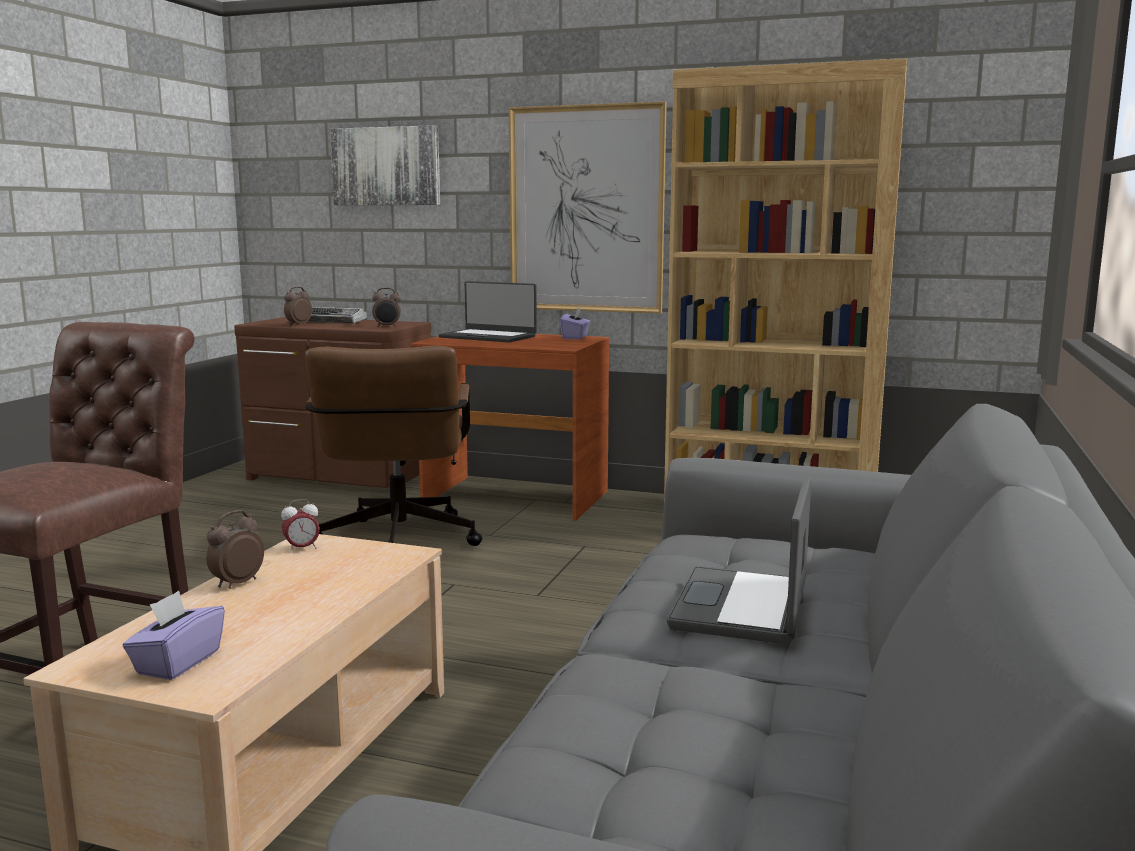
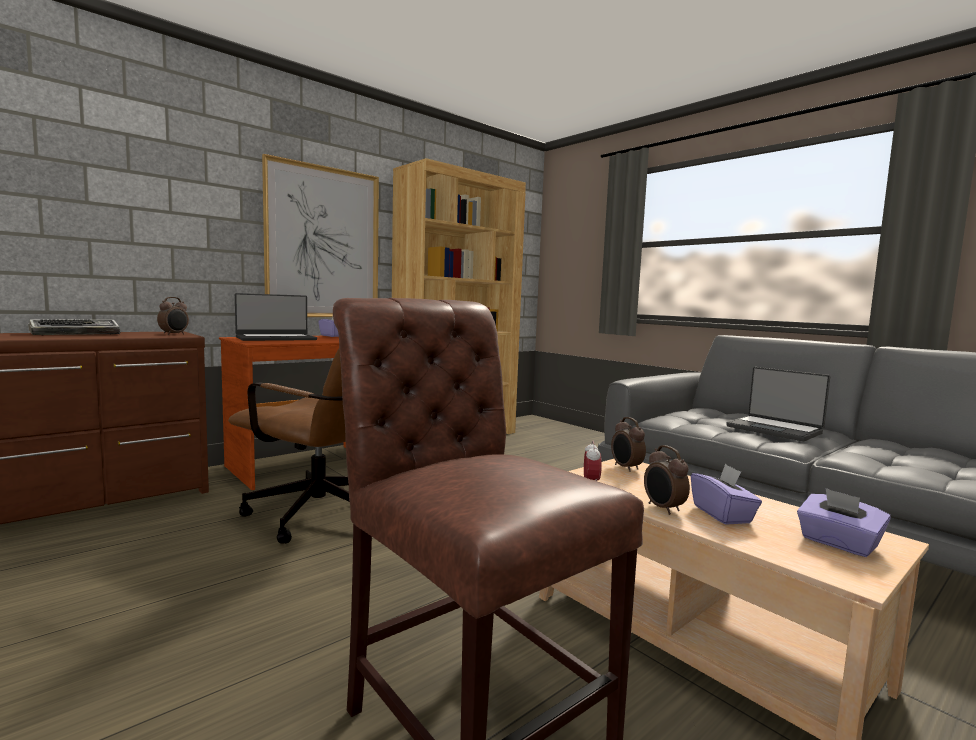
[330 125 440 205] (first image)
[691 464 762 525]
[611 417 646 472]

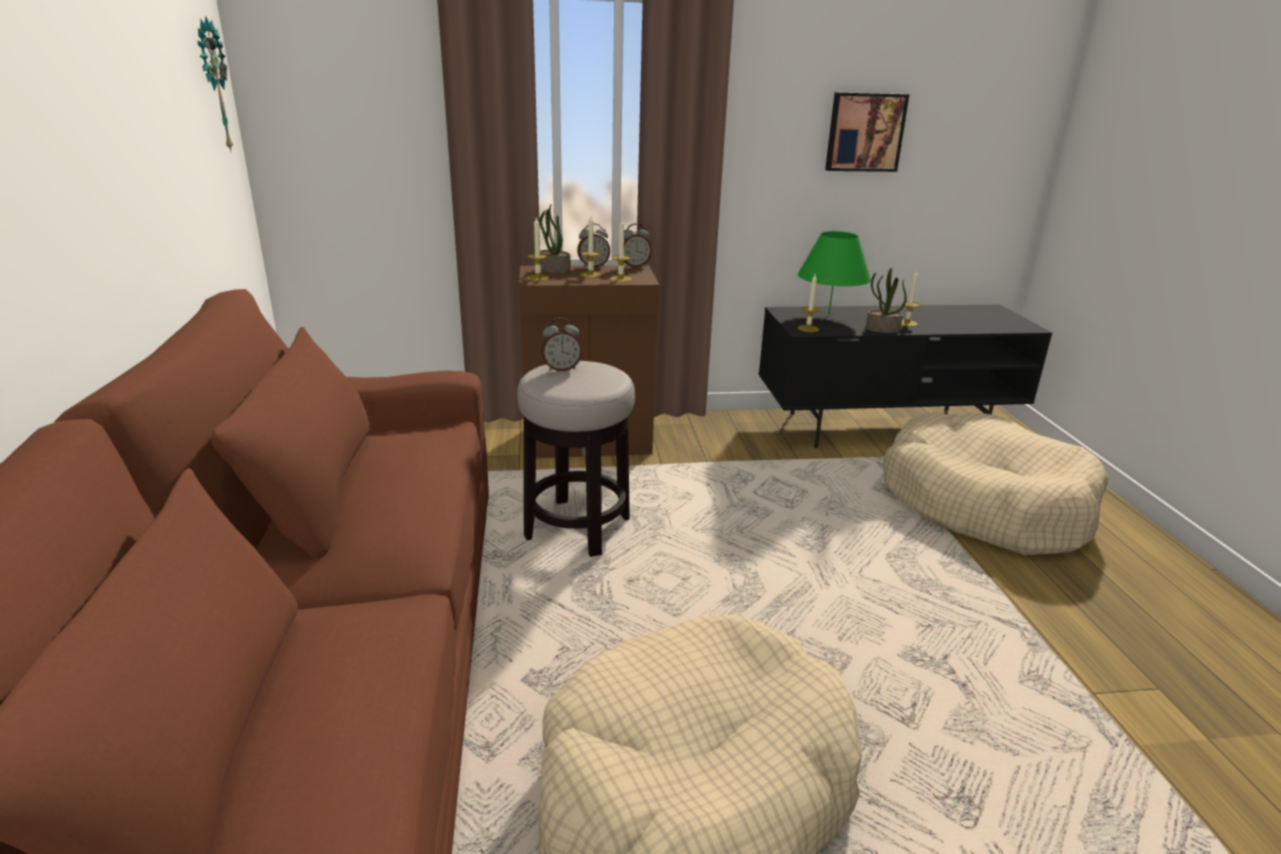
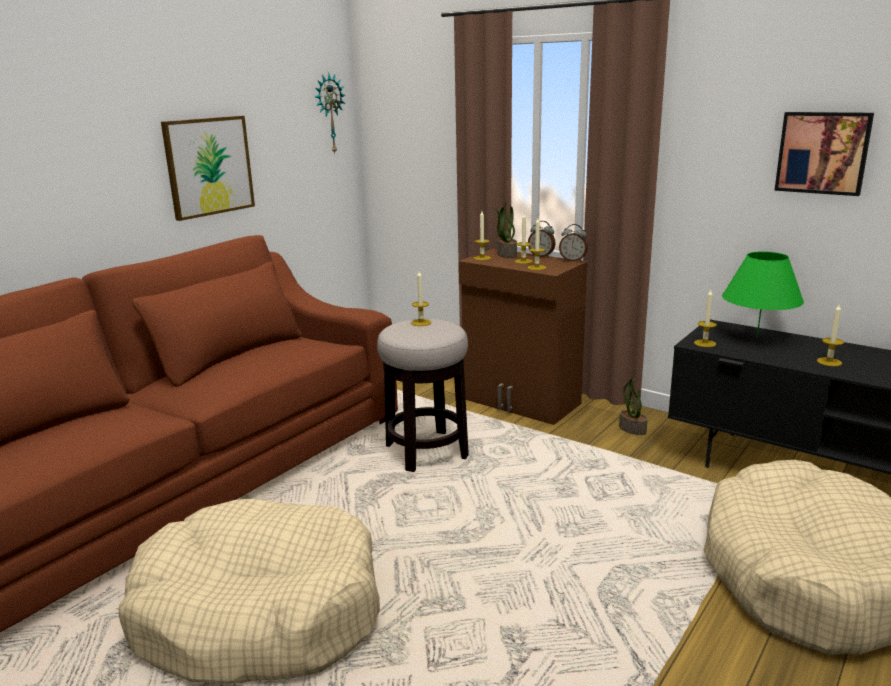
[161 116 255 221]
[619 378 648 435]
[411 271 431 326]

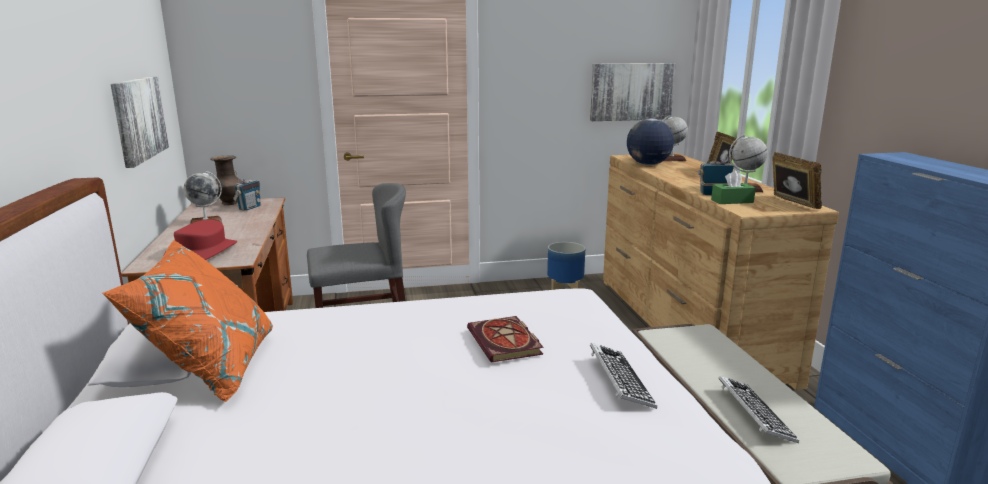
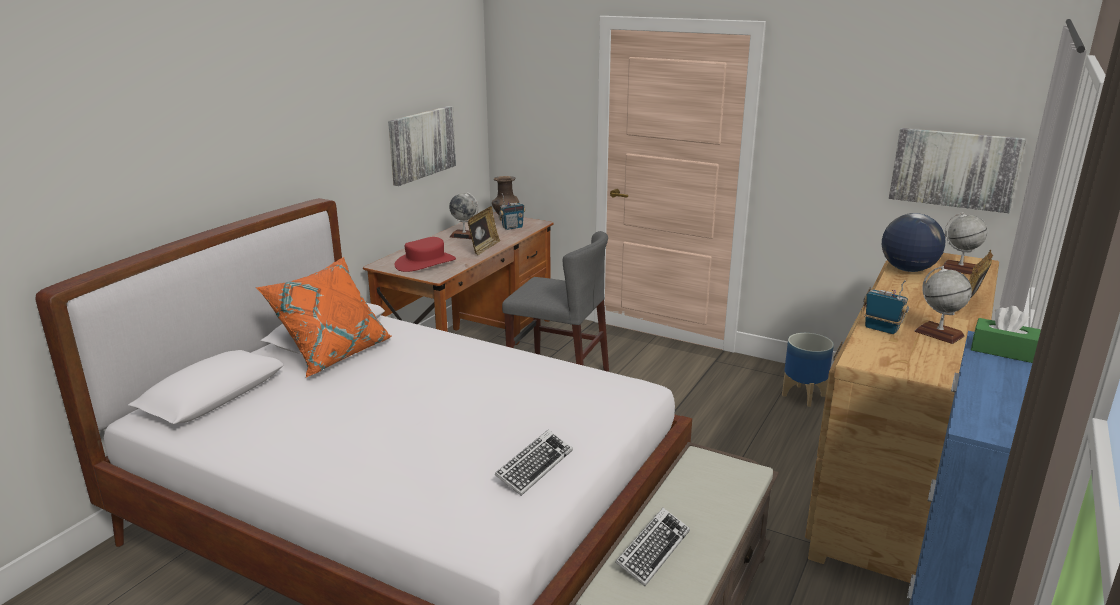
[467 316 543 363] (first image)
[971 306 1041 363]
[468 206 500 255]

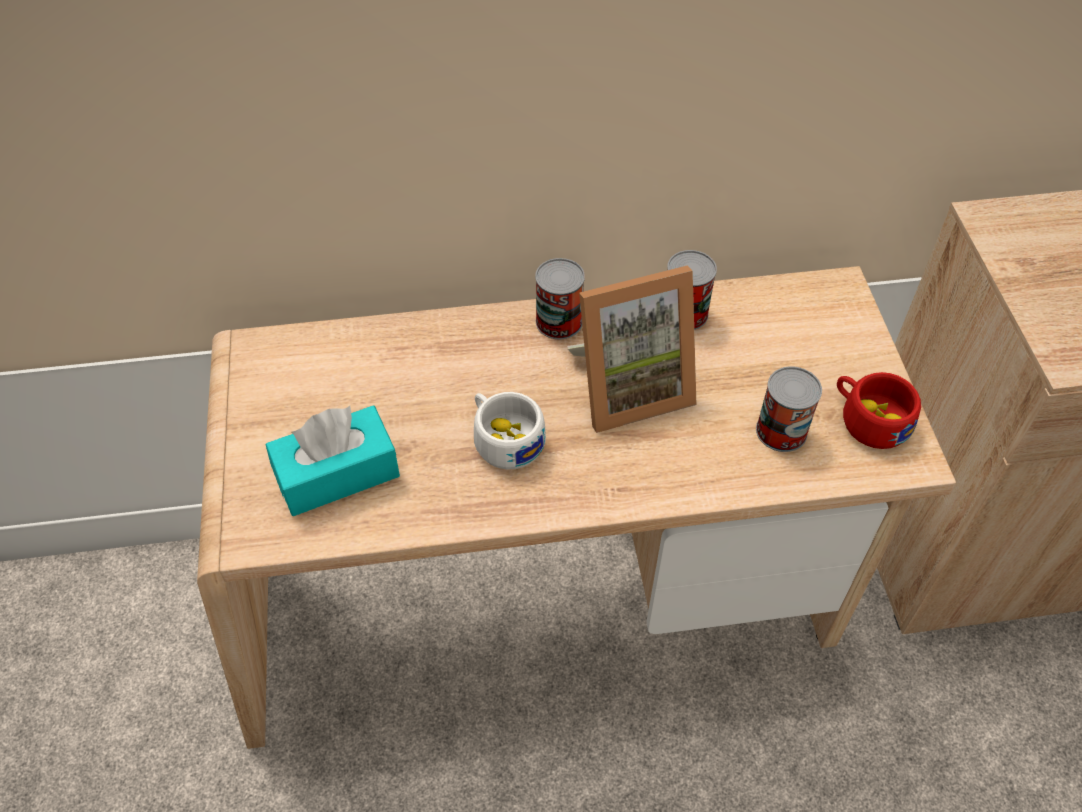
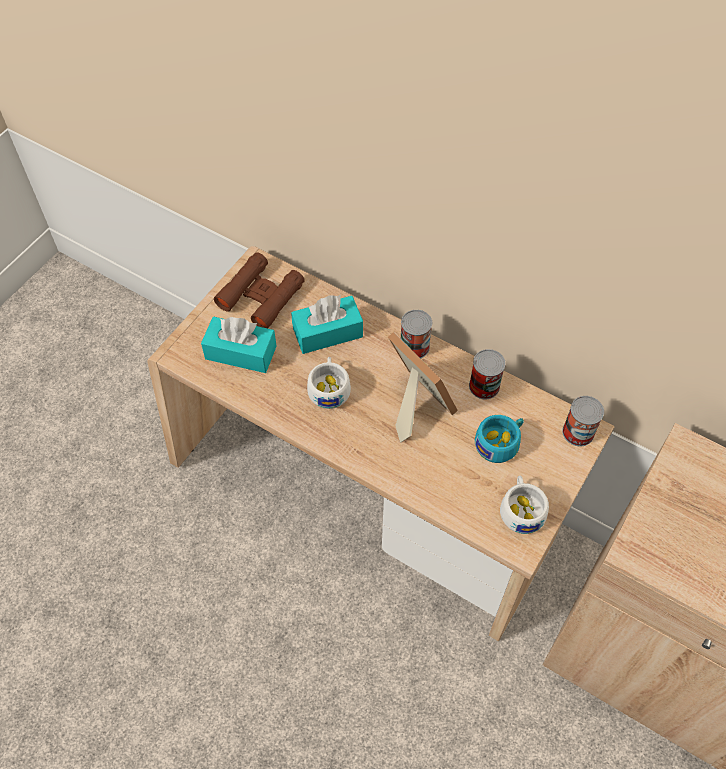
[214 252 305 329]
[291 295 363 354]
[475 415 524 463]
[562 396 604 447]
[500 475 549 534]
[388 332 458 443]

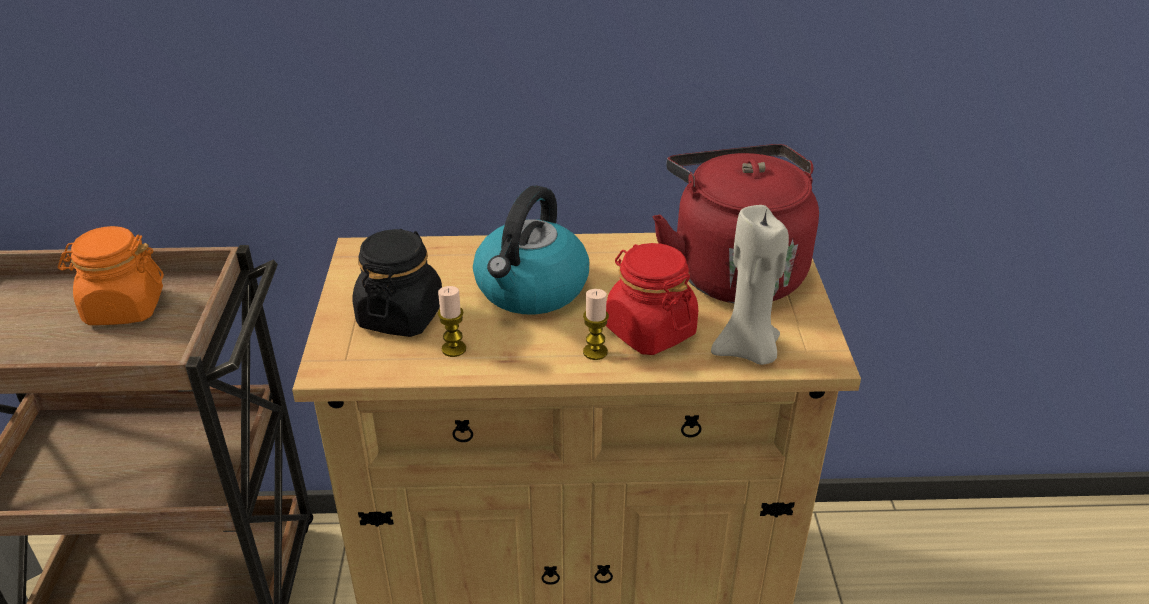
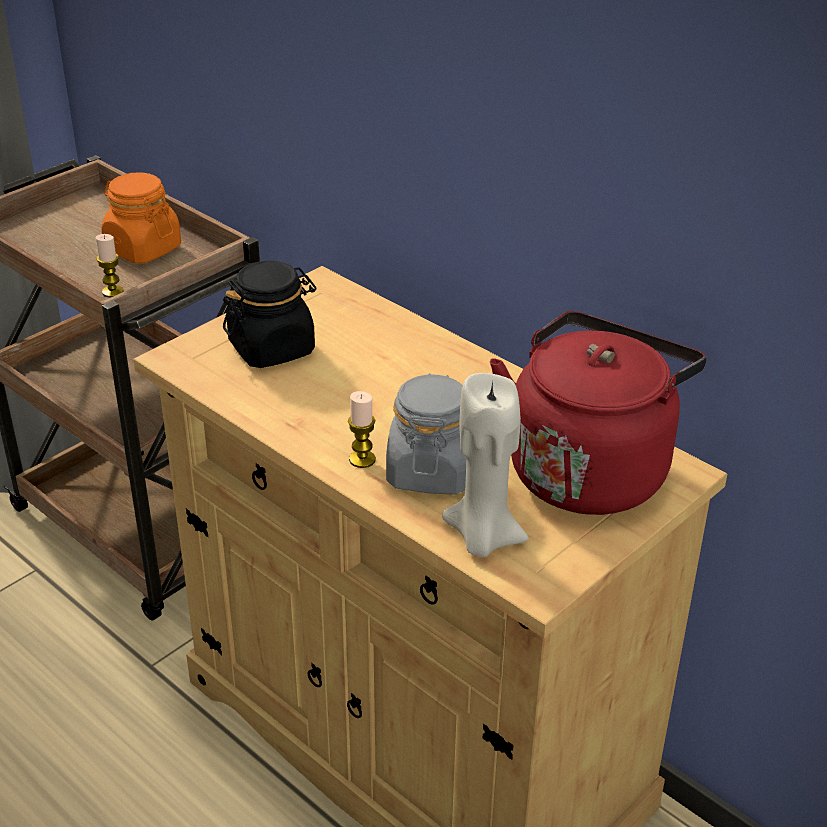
[473 186 589 315] (first image)
[95 234 124 298]
[386 373 466 495]

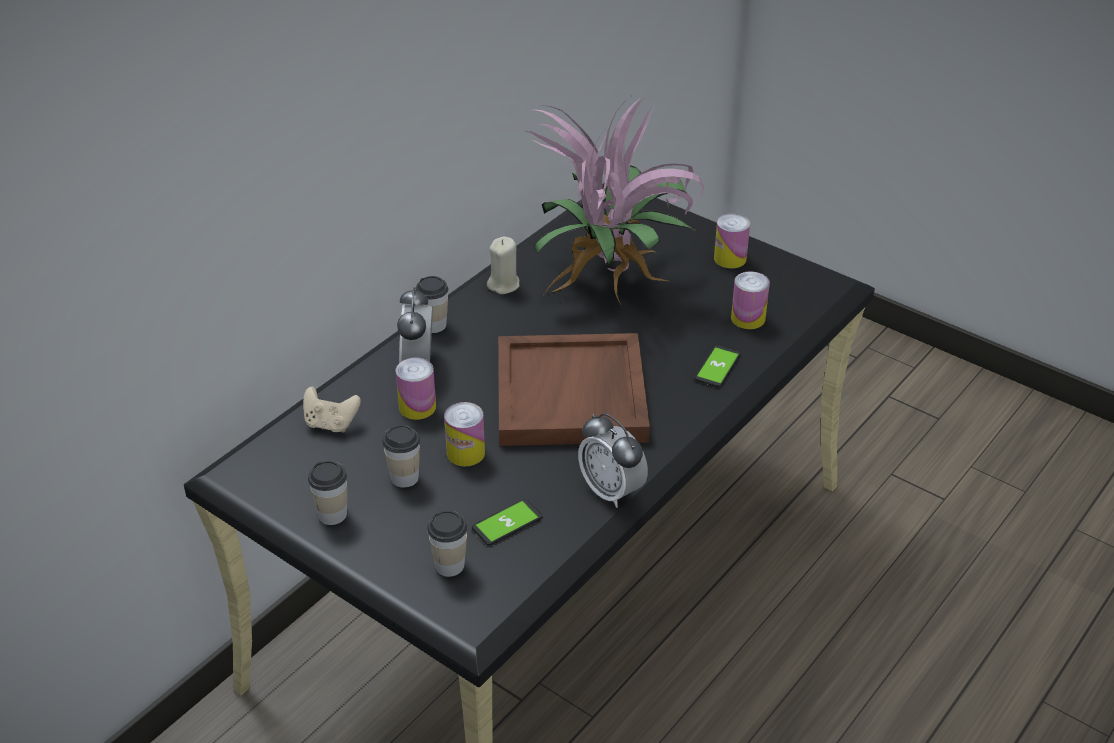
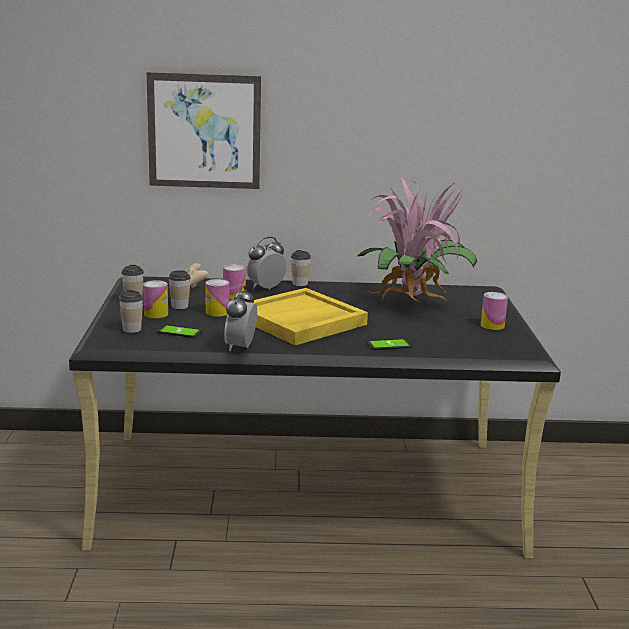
[487 236 520 294] (first image)
[147 72 261 189]
[143 280 168 319]
[254 288 368 345]

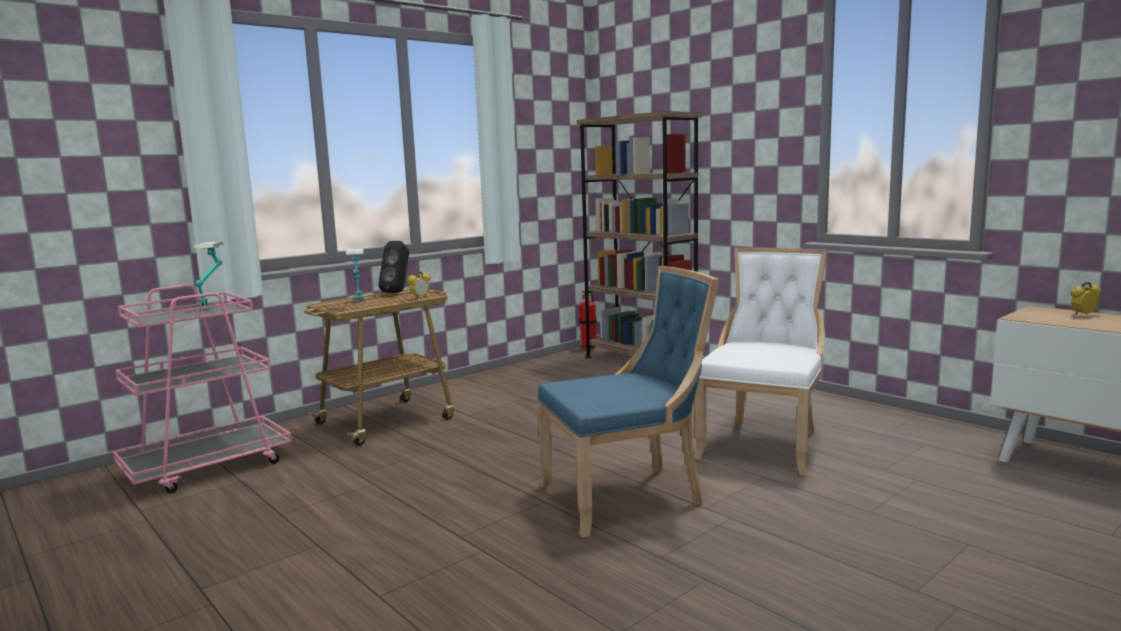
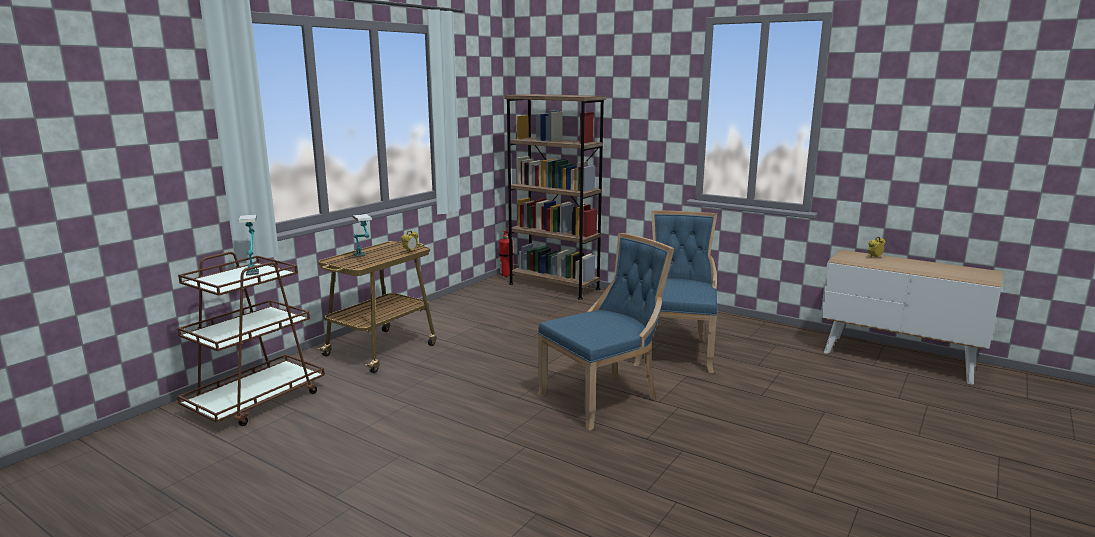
[378 241 409 293] (first image)
[177 252 325 426]
[633 211 717 373]

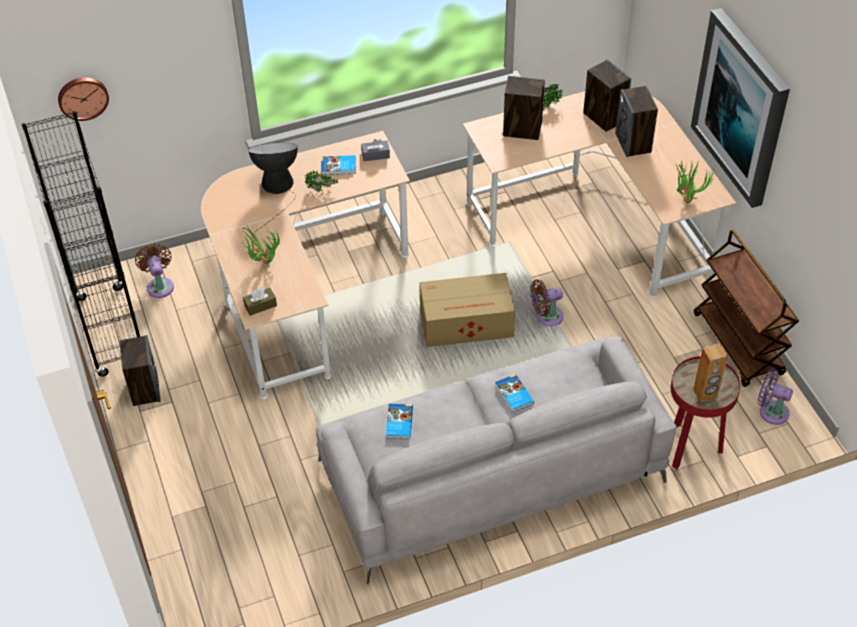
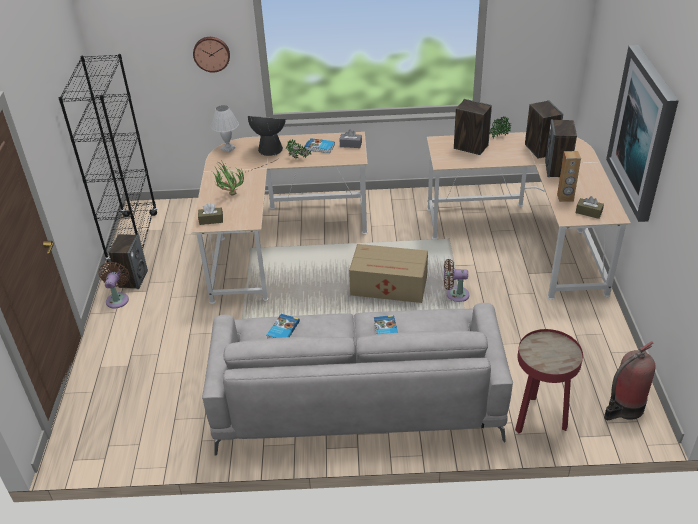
[694 230 799 387] (first image)
[211 105 239 153]
[193 37 230 73]
[99 262 130 309]
[557 151 581 202]
[576 196 604 219]
[604 341 656 420]

